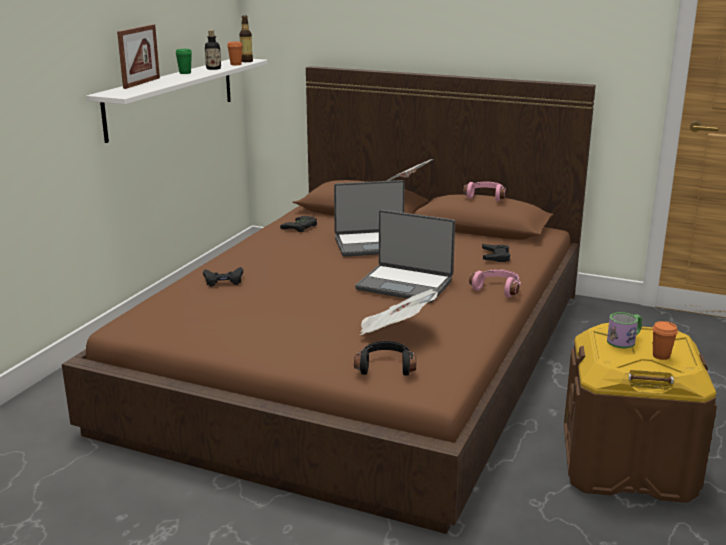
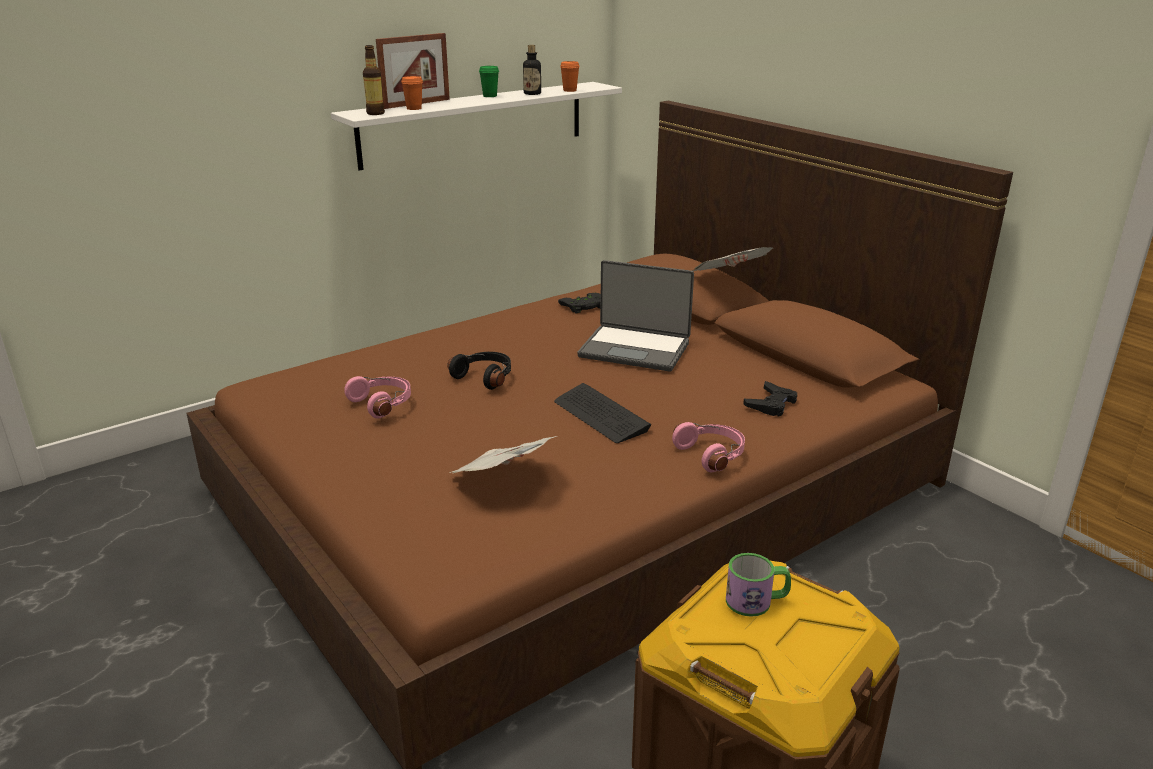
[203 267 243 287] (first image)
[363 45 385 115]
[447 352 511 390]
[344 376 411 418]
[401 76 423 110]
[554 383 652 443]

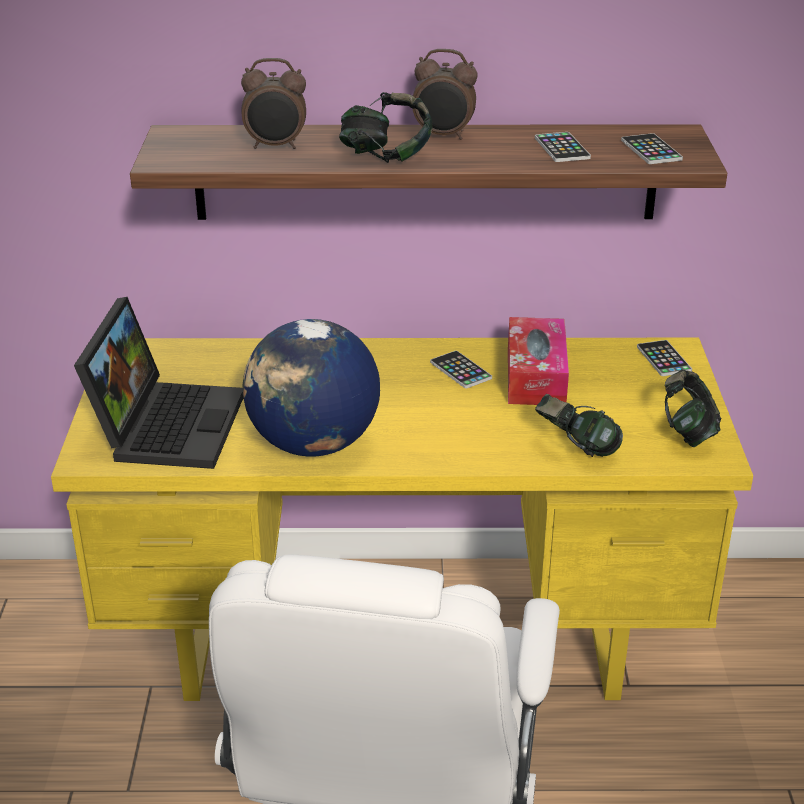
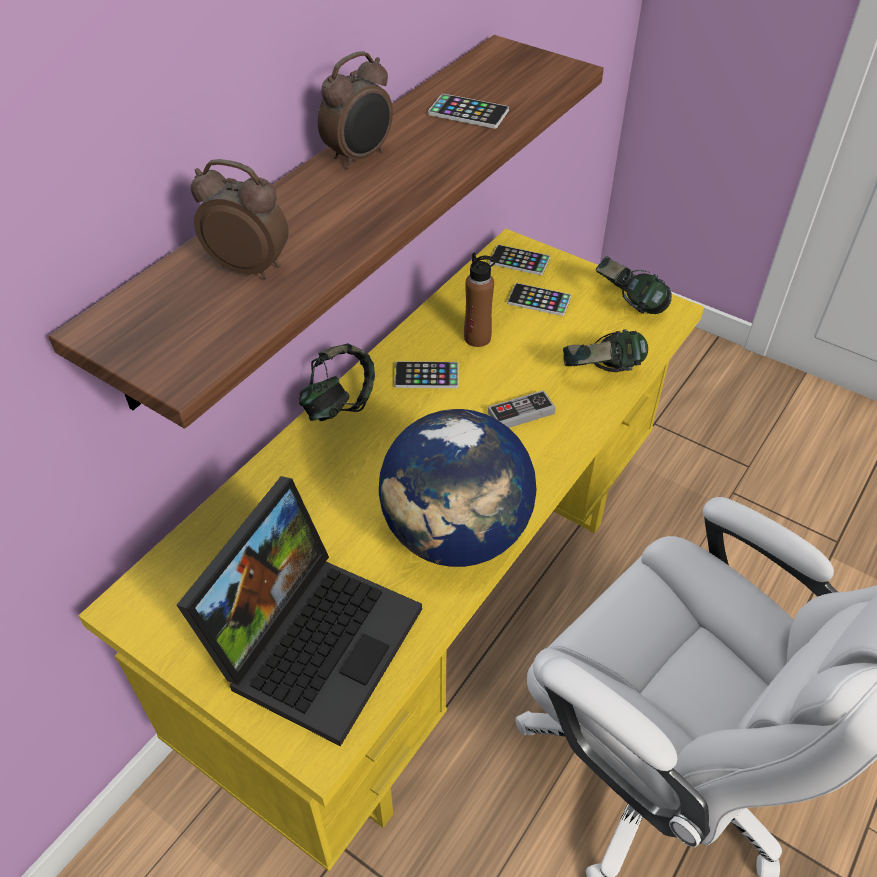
[488 390 556 428]
[299 343 375 421]
[507 283 571 316]
[464 252 496 347]
[177 476 422 746]
[190 159 288 279]

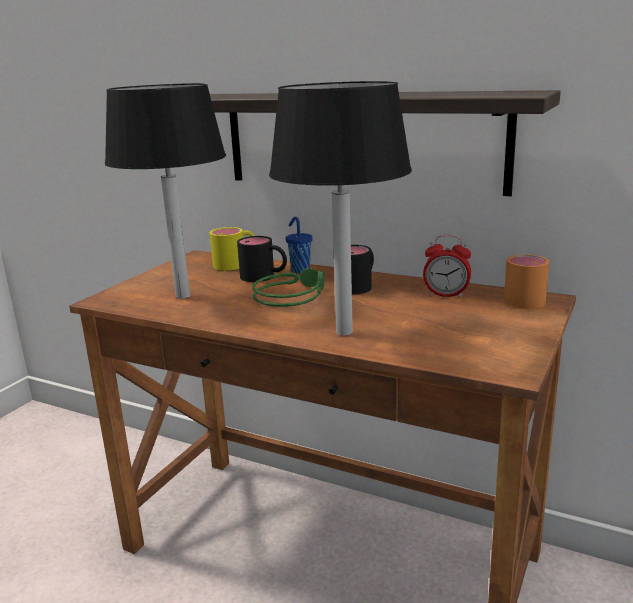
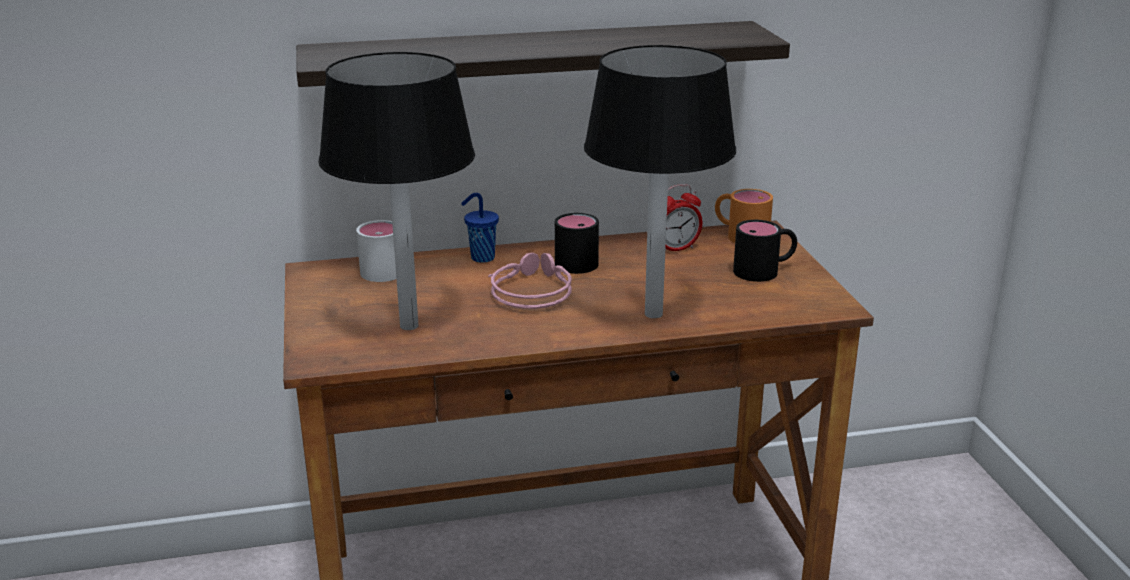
[733 220 797 282]
[356 220 396 282]
[488 253 572 309]

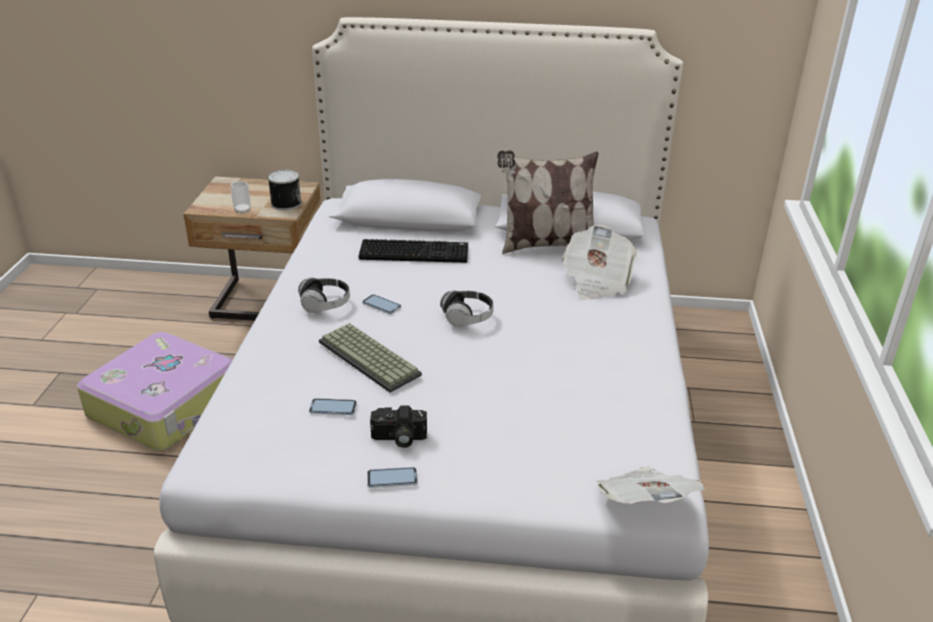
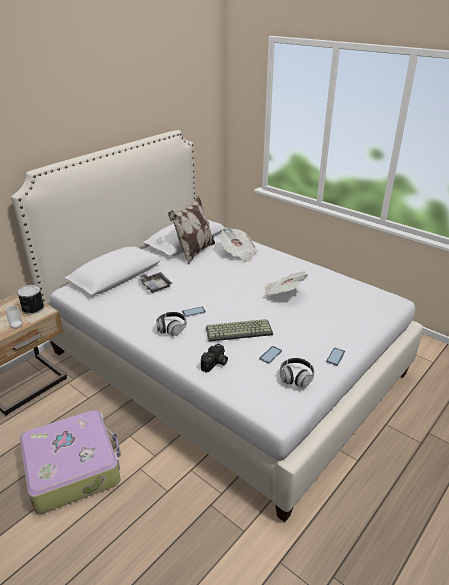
[201 344 228 373]
[280 358 314 387]
[264 271 308 296]
[138 272 173 293]

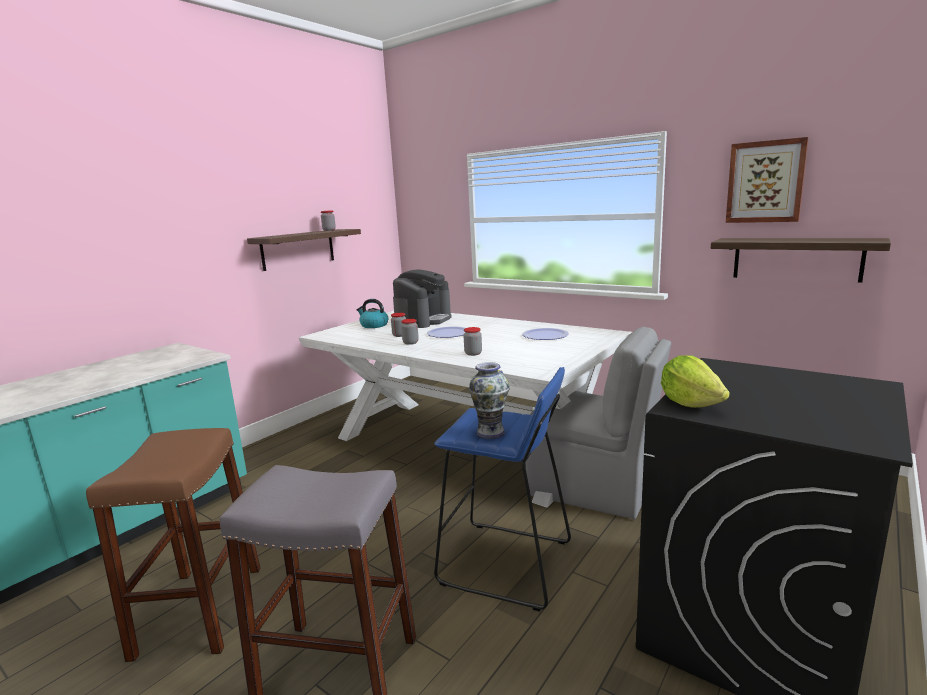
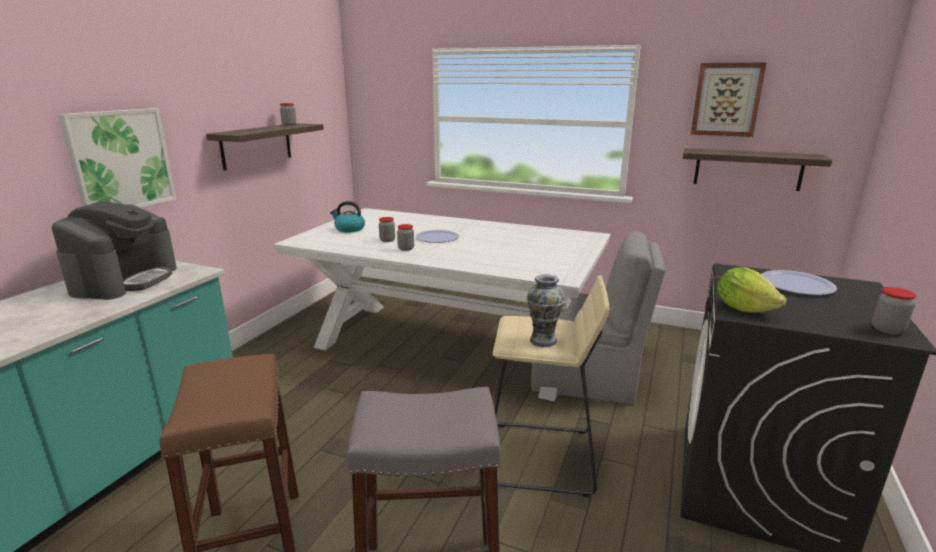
[59 108 176 208]
[52 202 177 300]
[872 287 917 335]
[761 270 837 295]
[493 275 610 497]

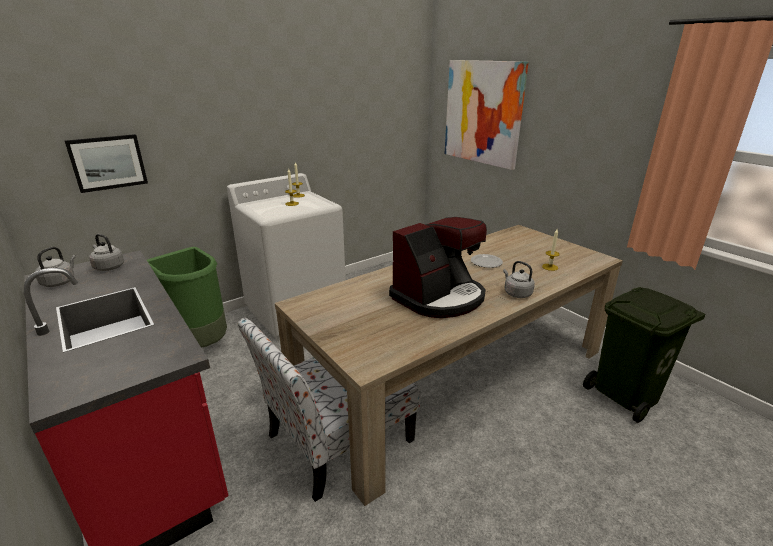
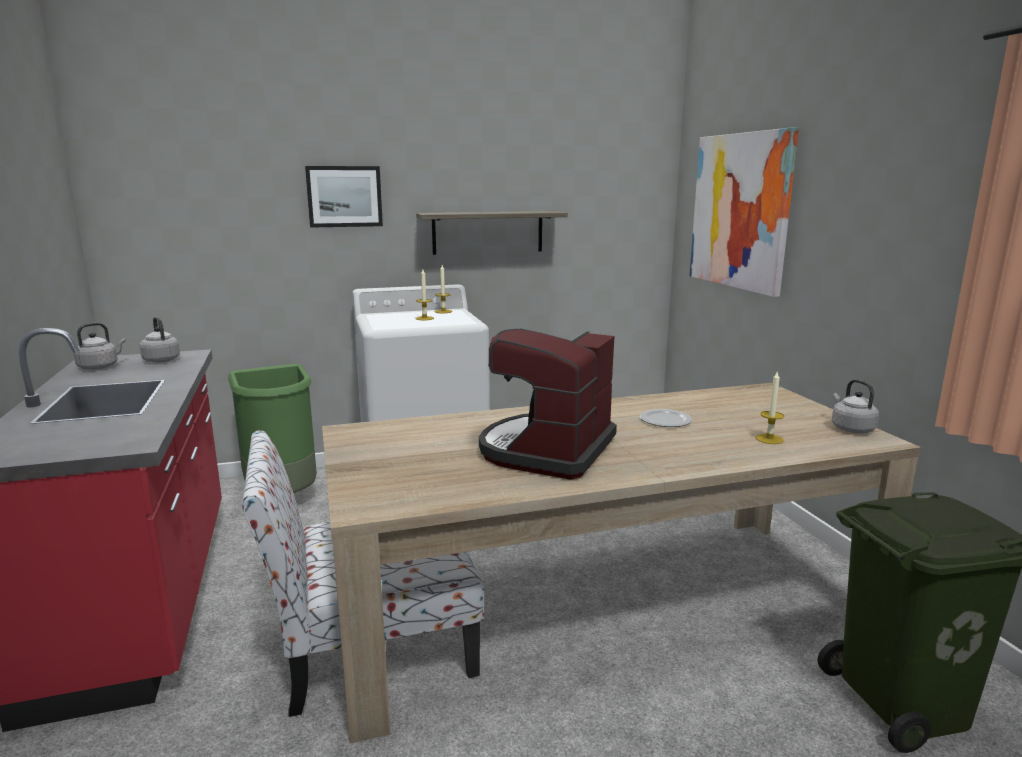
[416 211 568 255]
[305 166 383 228]
[832 379 879 433]
[479 329 617 480]

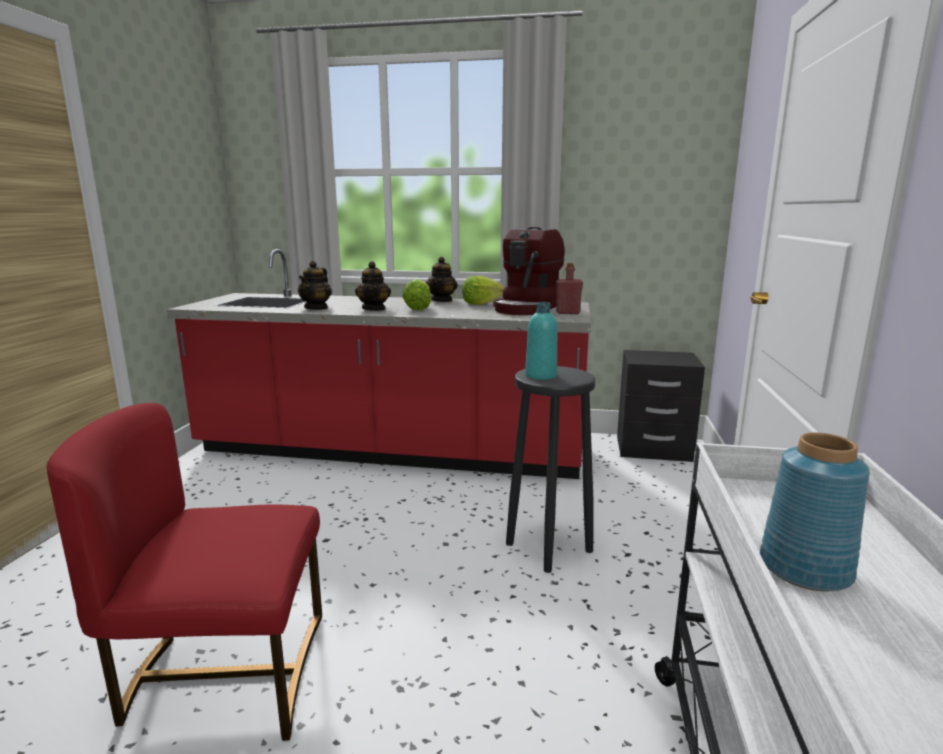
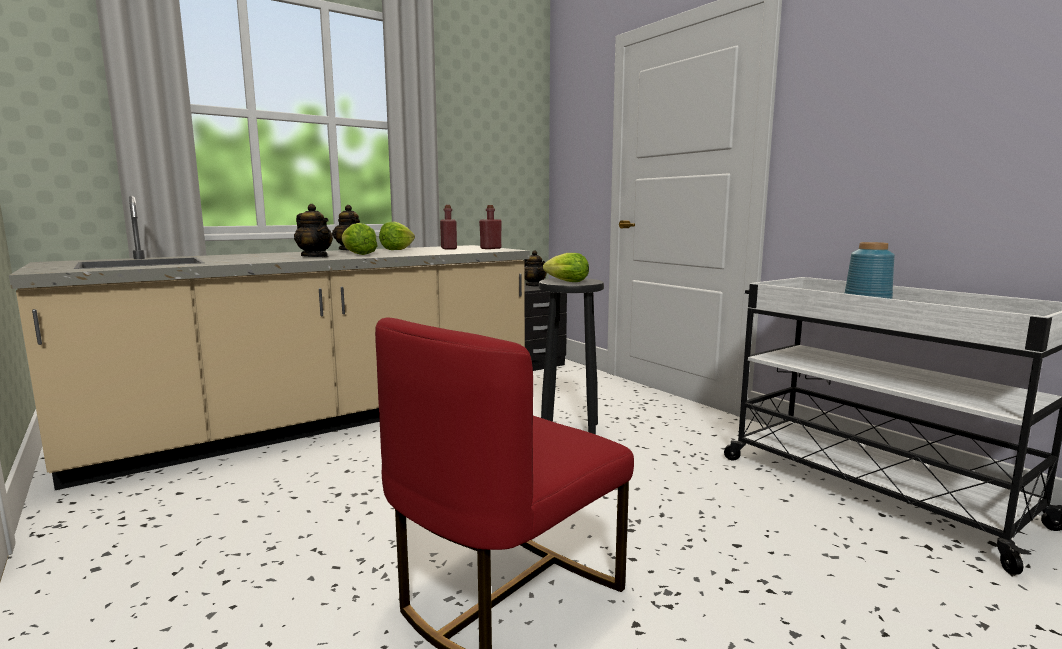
[524 250 547 287]
[440 205 457 250]
[543 253 589 282]
[9 196 530 490]

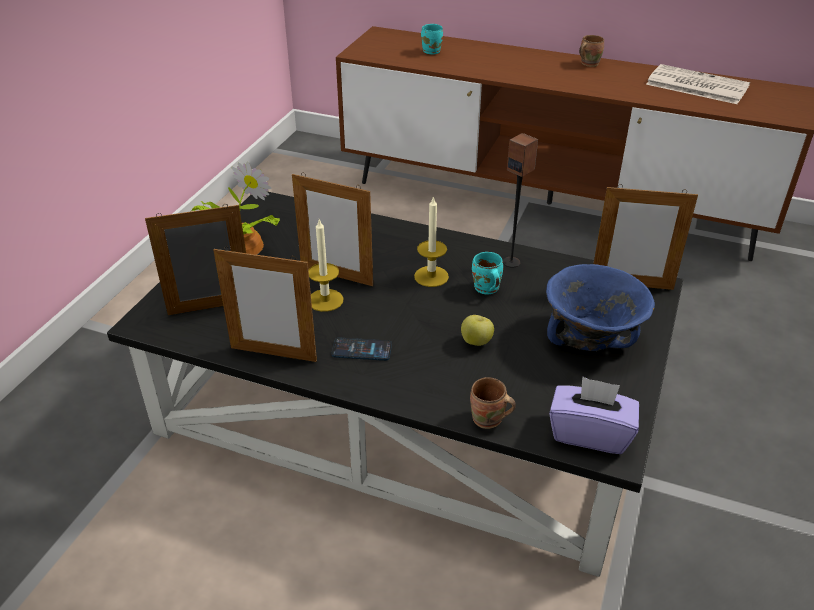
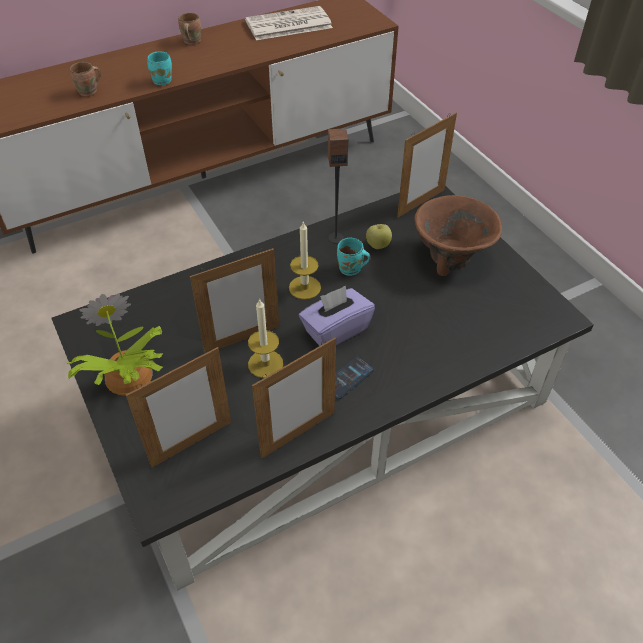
[147 52 172 85]
[366 224 392 249]
[70 62 101 96]
[299 285 375 346]
[414 195 502 276]
[126 347 231 468]

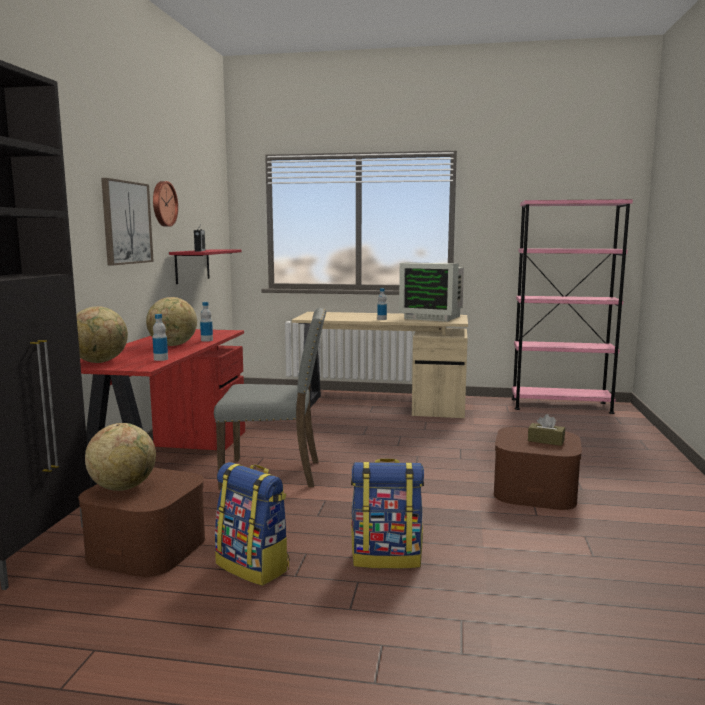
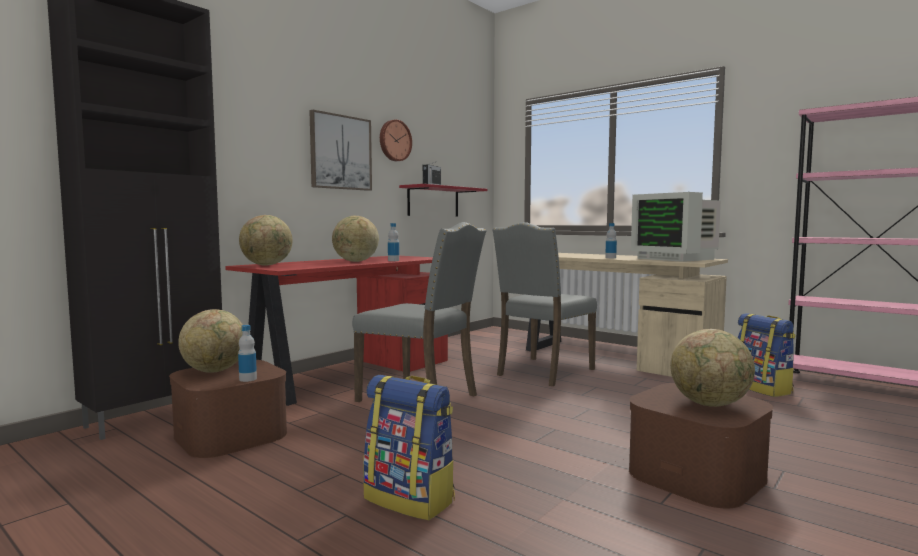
[492 222 597 386]
[238 325 257 382]
[738 313 796 397]
[670 329 755 407]

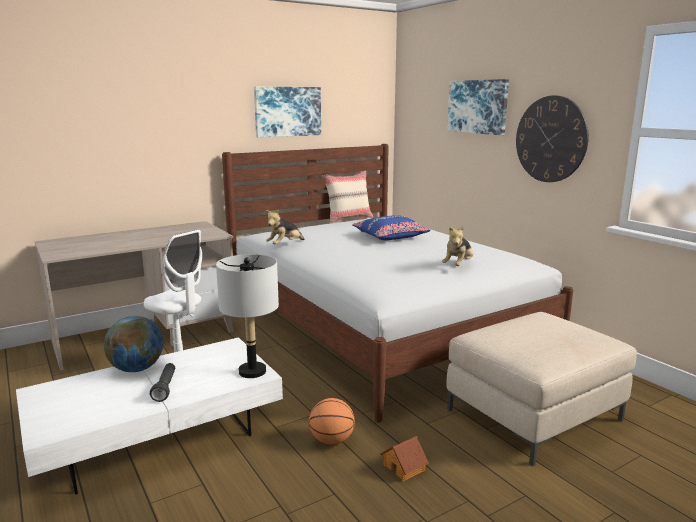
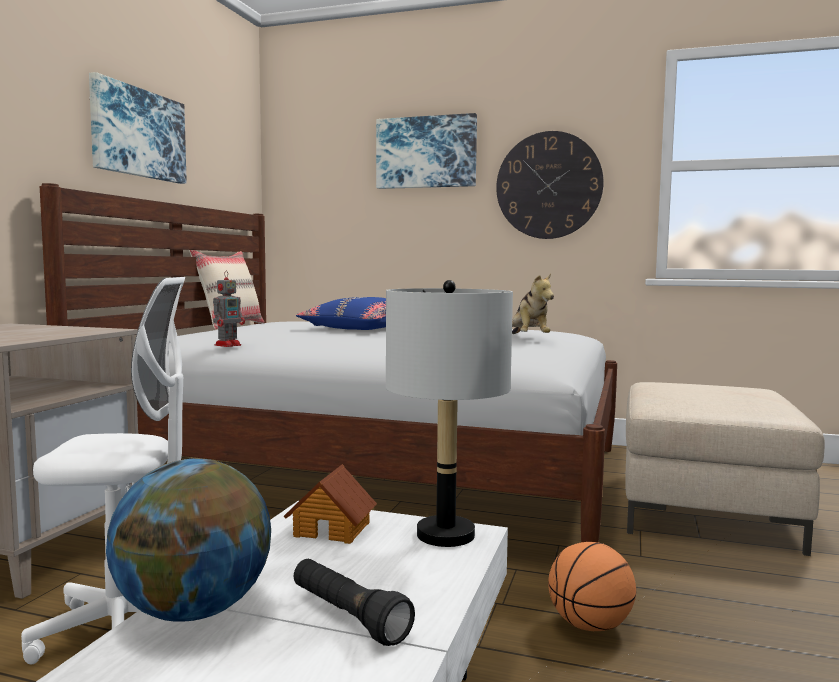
[284 464 377 544]
[213 271 245 347]

